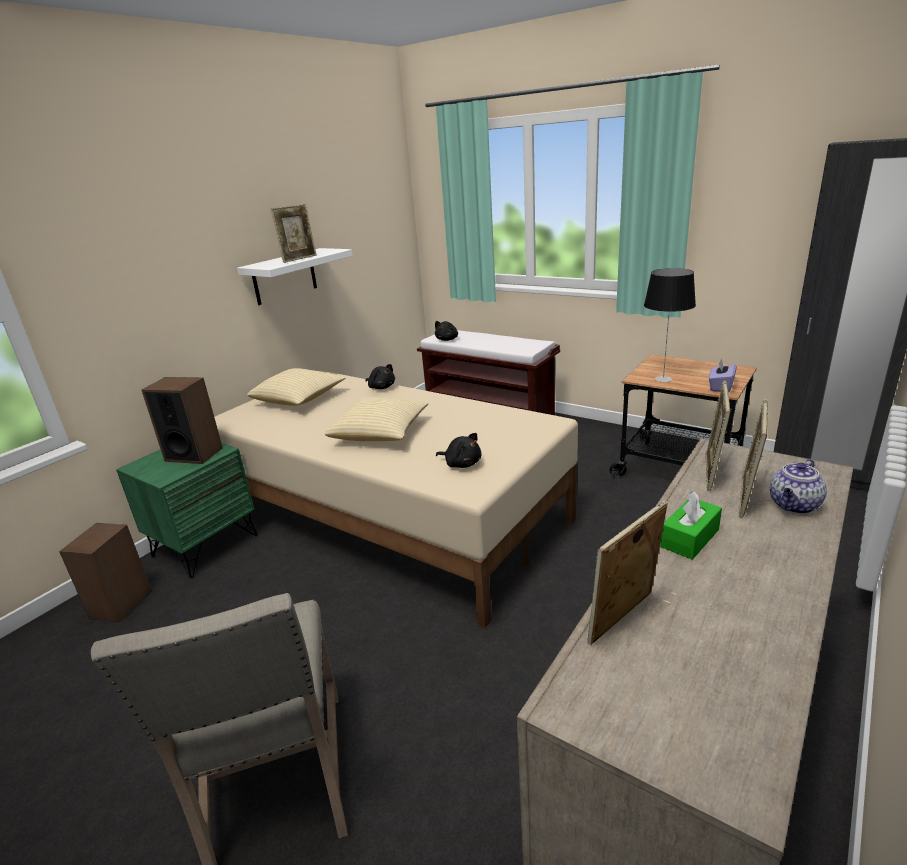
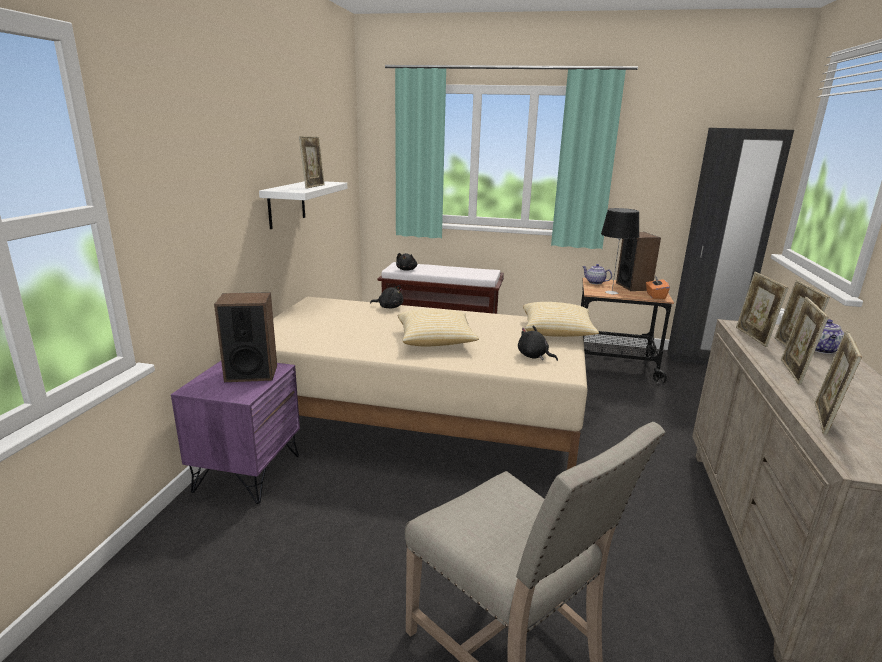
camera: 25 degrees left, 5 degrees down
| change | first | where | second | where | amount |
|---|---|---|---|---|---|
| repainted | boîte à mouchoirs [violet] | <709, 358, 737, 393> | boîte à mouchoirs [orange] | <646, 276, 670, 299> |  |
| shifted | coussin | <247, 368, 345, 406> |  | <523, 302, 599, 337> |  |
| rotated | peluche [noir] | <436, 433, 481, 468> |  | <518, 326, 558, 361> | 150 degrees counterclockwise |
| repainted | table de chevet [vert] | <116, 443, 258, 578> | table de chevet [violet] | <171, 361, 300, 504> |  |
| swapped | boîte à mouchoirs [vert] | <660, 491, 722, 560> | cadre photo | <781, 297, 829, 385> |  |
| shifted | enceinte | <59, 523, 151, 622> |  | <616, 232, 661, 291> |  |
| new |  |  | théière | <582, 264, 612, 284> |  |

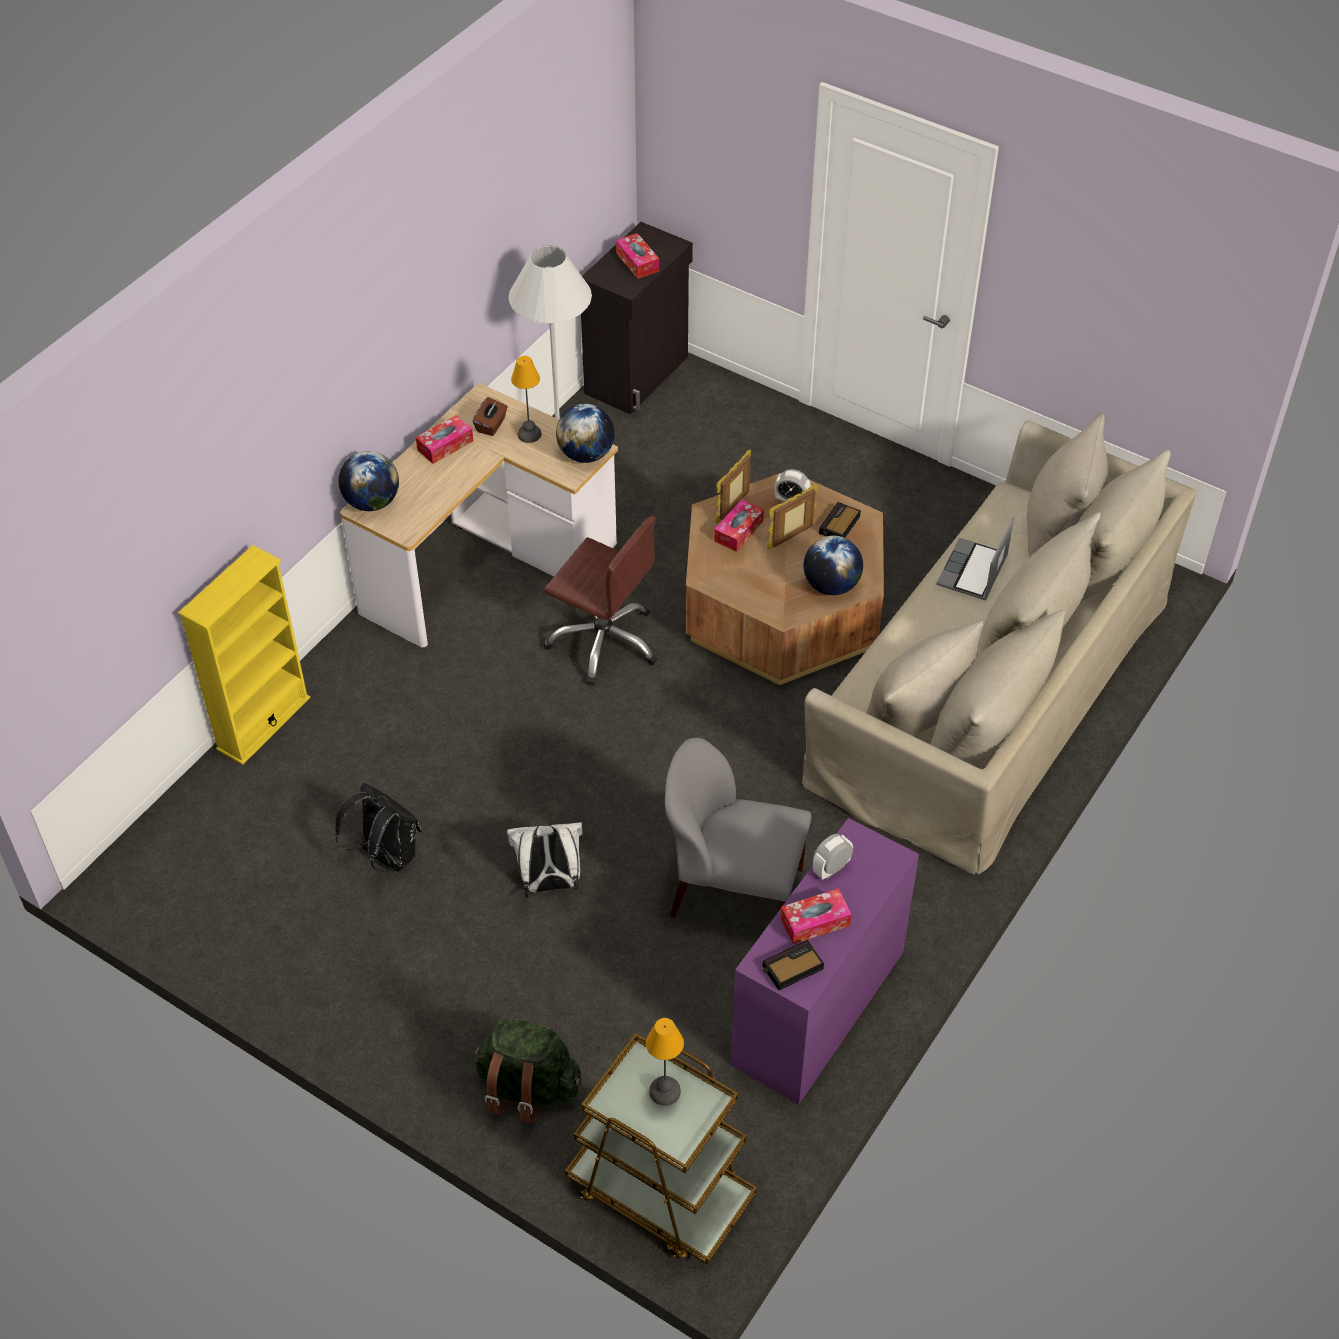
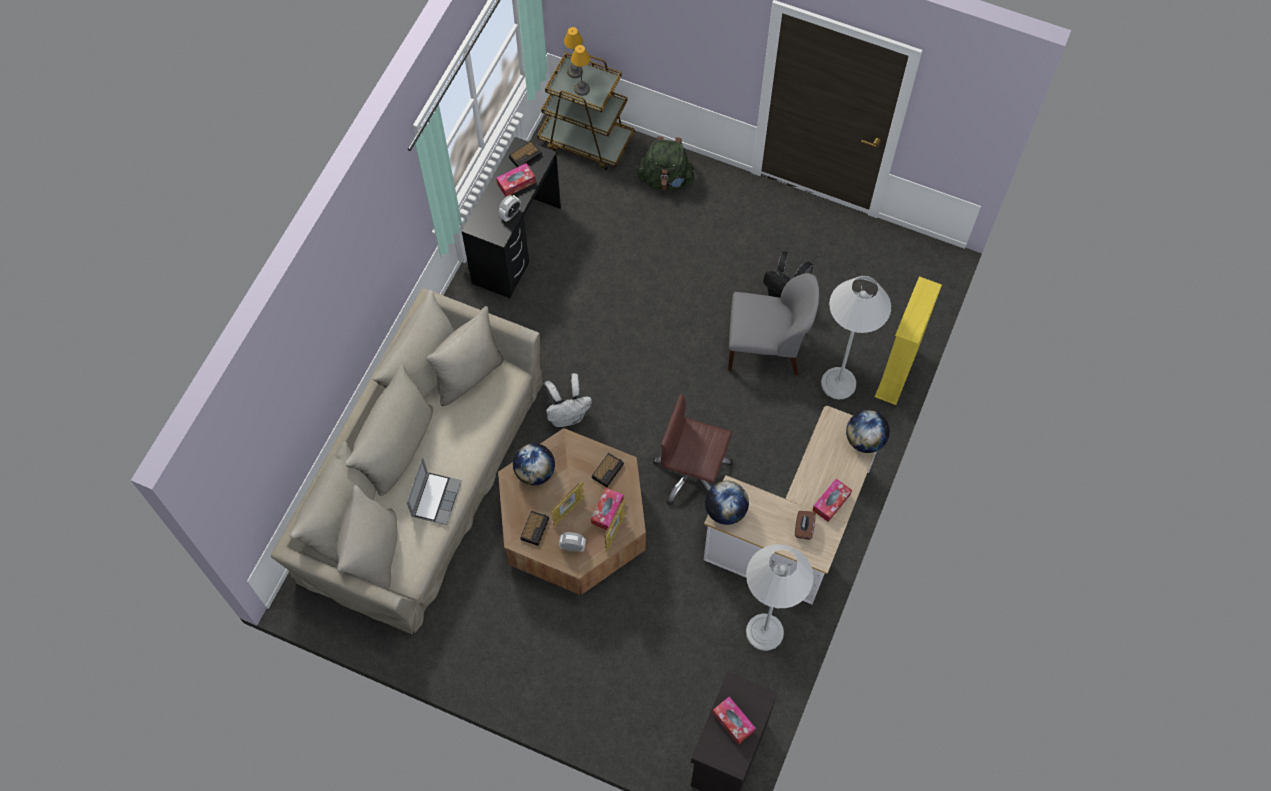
camera: 170 degrees right, 15 degrees up
| change | first | where | second | where | amount |
|---|---|---|---|---|---|
| shifted | lampe de table | <511, 356, 541, 443> |  | <564, 27, 583, 78> |  |
| shifted | chaise [gris] | <665, 738, 812, 918> |  | <728, 273, 819, 375> |  |
| repainted | bureau [violet] | <731, 818, 919, 1104> | bureau [noir] | <462, 137, 561, 298> |  |
| shifted | sac à dos [blanc] | <507, 822, 582, 898> |  | <543, 373, 592, 427> |  |
| new |  |  | lampadaire [blanc] | <821, 276, 891, 400> |  |
| new |  |  | réveil | <592, 453, 624, 487> |  |

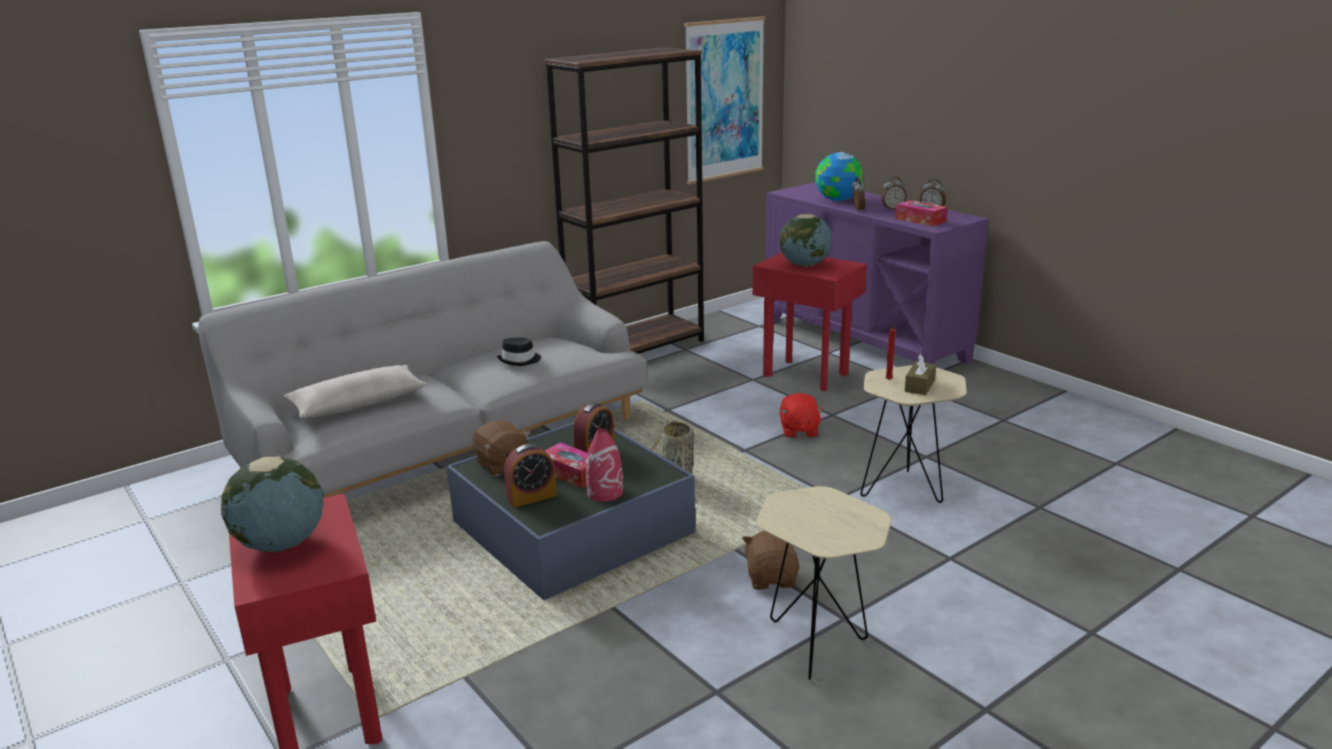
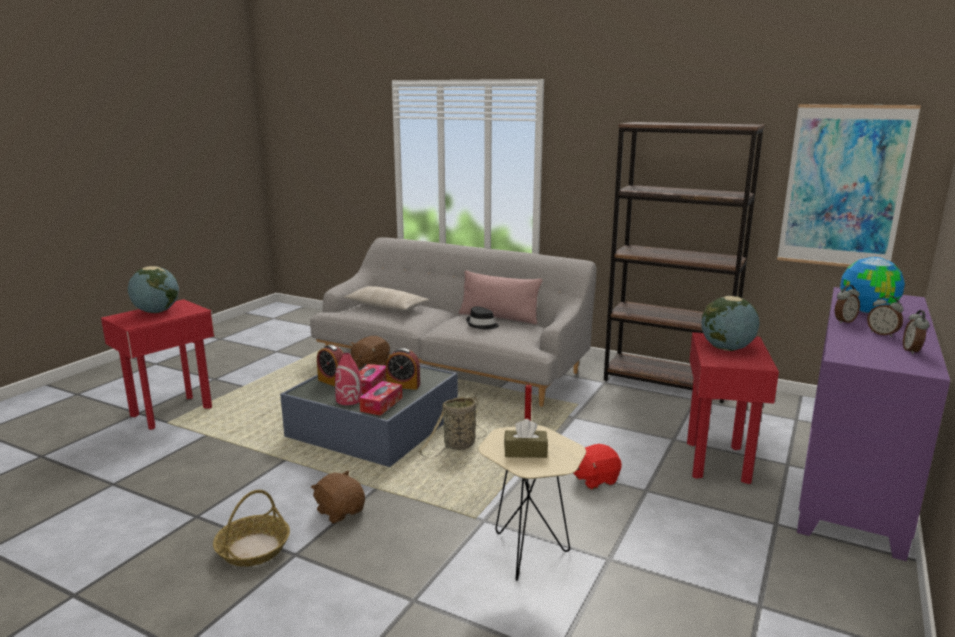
camera: 65 degrees right, 5 degrees down
| change | first | where | second | where | amount |
|---|---|---|---|---|---|
| shifted | boîte à mouchoirs | <895, 200, 948, 227> |  | <359, 381, 402, 416> |  |
| swapped | table d'appoint [beige] | <757, 486, 891, 680> | panier | <213, 490, 290, 567> |  |
| rotated | peluche [marron] | <742, 531, 799, 590> |  | <311, 471, 365, 524> | 105 degrees counterclockwise |
| new |  |  | coussin [rose] | <459, 270, 543, 324> |  |

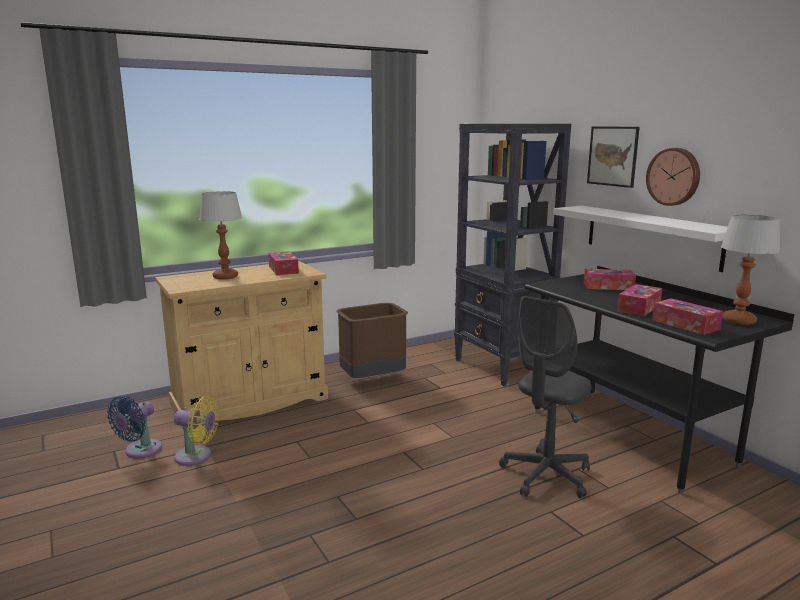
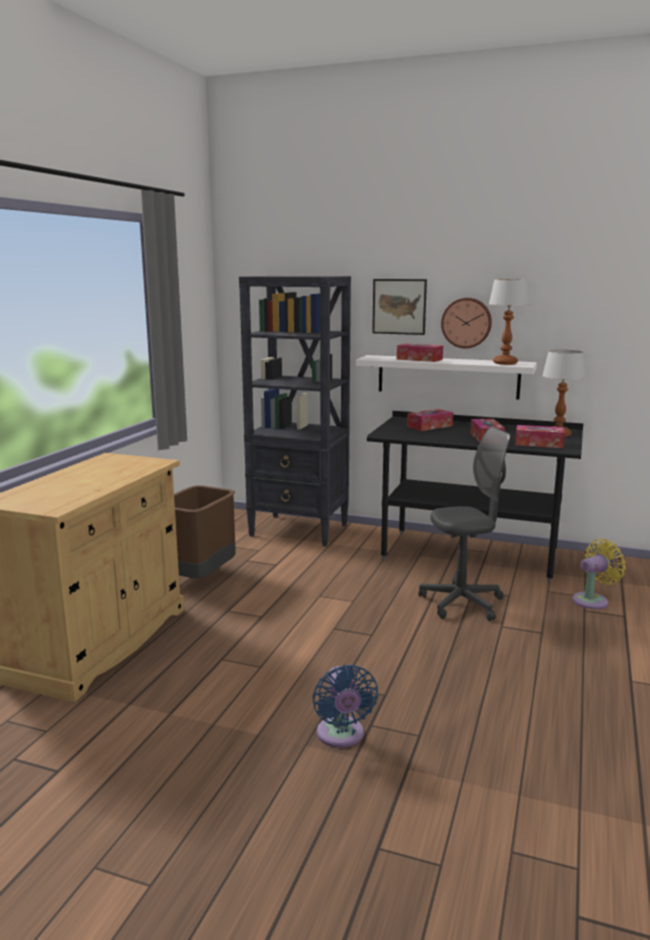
camera: 40 degrees left, 0 degrees up
| change | first | where | second | where | amount |
|---|---|---|---|---|---|
| shifted | lampe de table | <199, 191, 242, 280> |  | <489, 279, 530, 365> |  |
| shifted | boîte à mouchoirs | <268, 251, 299, 275> |  | <397, 343, 443, 362> |  |
| rotated | chaise de bureau [gris] | <499, 296, 592, 498> |  | <418, 426, 511, 621> | 105 degrees counterclockwise |
| shifted | ventilateur [bleu] | <107, 396, 162, 458> |  | <312, 665, 378, 748> |  |
| shifted | ventilateur [jaune] | <174, 396, 219, 466> |  | <572, 539, 626, 609> |  |

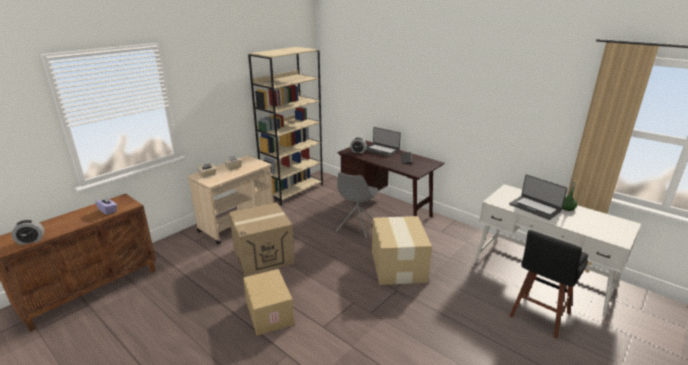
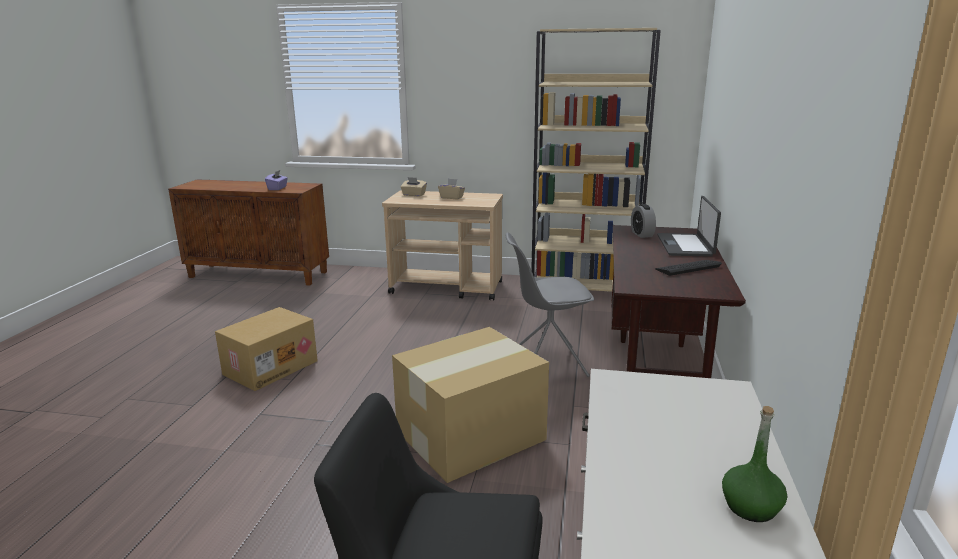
camera: 60 degrees right, 5 degrees down
| change | first | where | second | where | amount |
|---|---|---|---|---|---|
| gone | ordinateur portable | <509, 174, 568, 220> |  |  |  |
| gone | carton | <229, 202, 295, 277> |  |  |  |
| gone | réveil | <11, 220, 44, 245> |  |  |  |

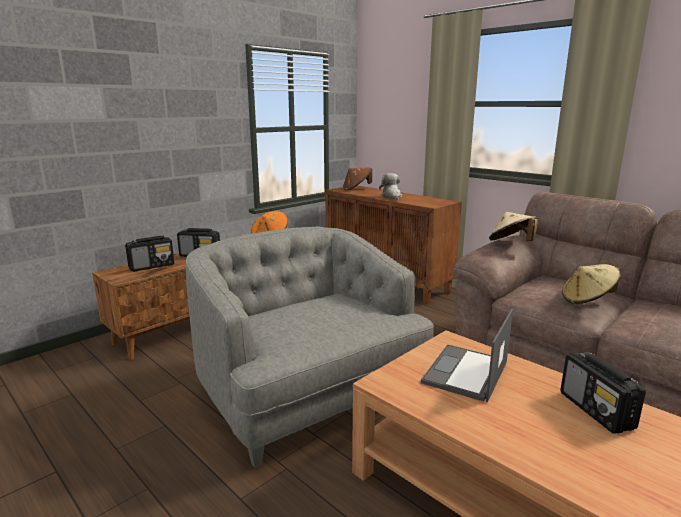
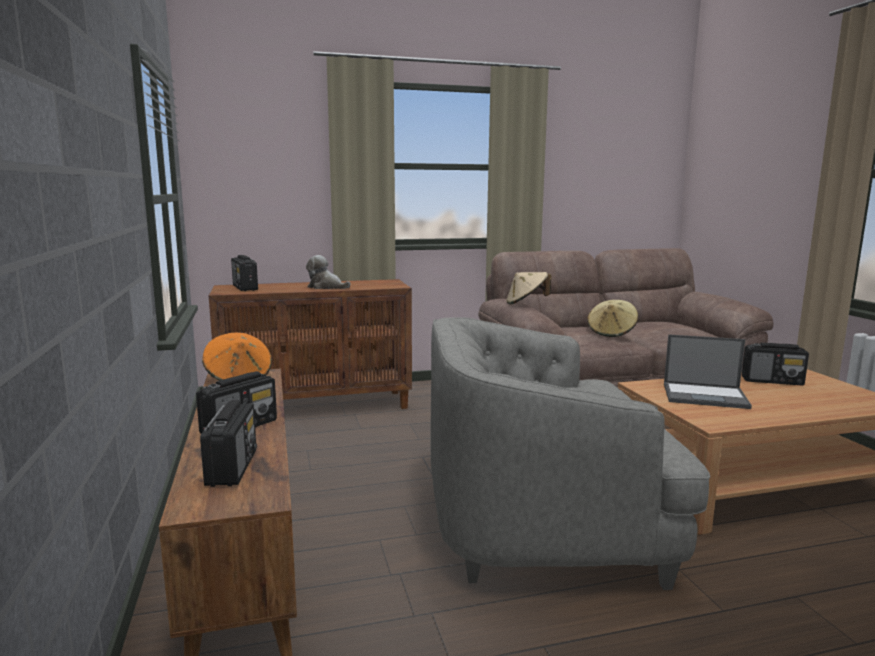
camera: 60 degrees left, 5 degrees down
| change | first | where | second | where | amount |
|---|---|---|---|---|---|
| swapped | chapeau [marron] | <343, 167, 372, 191> | radio | <231, 255, 258, 291> |  |
| rotated | ordinateur portable | <421, 309, 513, 402> |  | <664, 334, 752, 409> | 45 degrees counterclockwise |

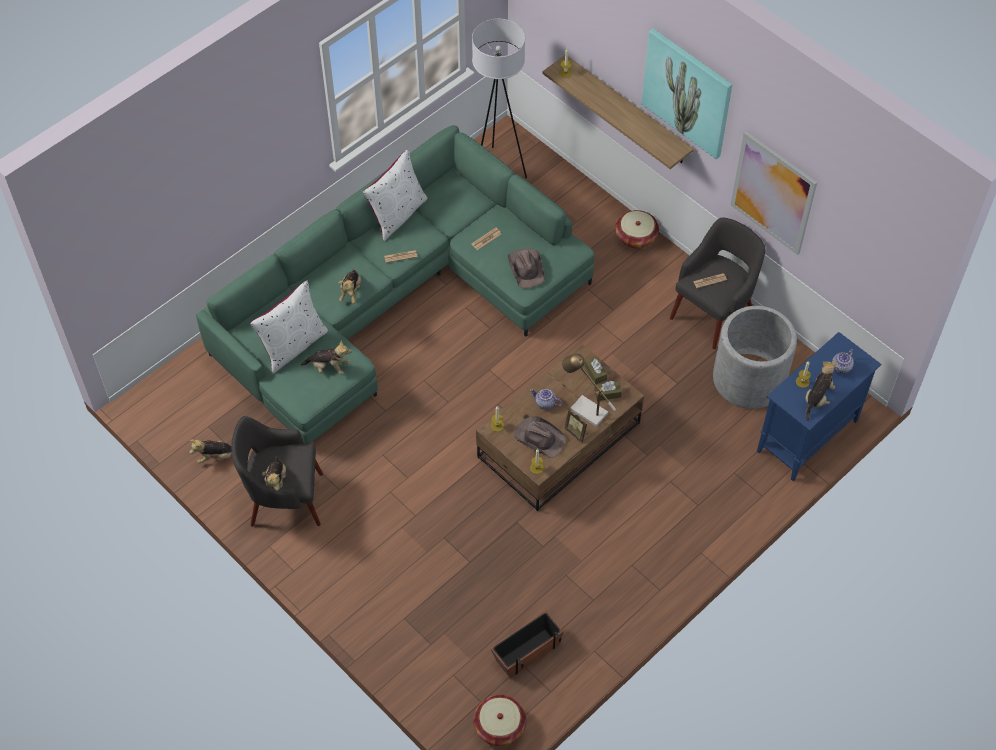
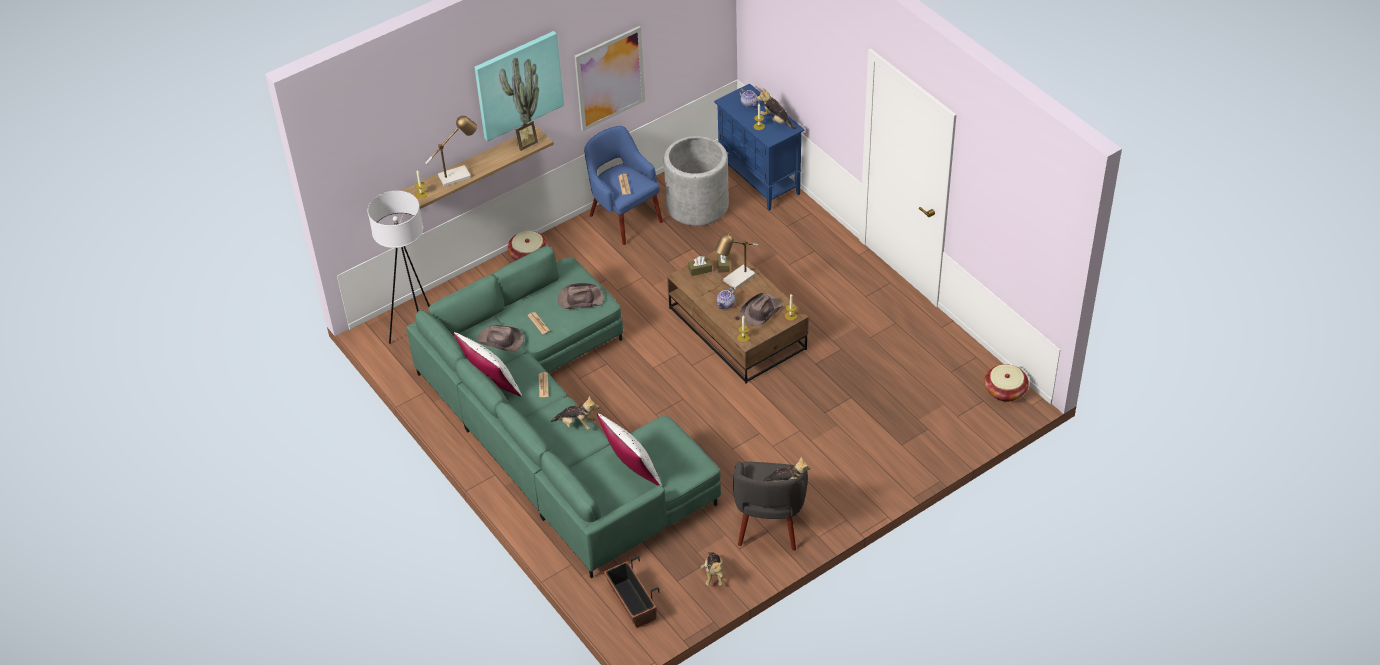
camera: 80 degrees left, 10 degrees down
| change | first | where | second | where | amount |
|---|---|---|---|---|---|
| repainted | fauteuil [gris] | <670, 217, 766, 349> | fauteuil [bleu] | <584, 126, 663, 245> |  |
| gone | peluche | <301, 341, 352, 374> |  |  |  |
| shifted | cadre photo | <564, 409, 588, 443> |  | <515, 121, 538, 151> |  |
| shifted | cache-pot | <490, 611, 563, 678> |  | <604, 557, 659, 628> |  |
| new |  |  | lampe de table | <425, 116, 477, 187> |  |
| new |  |  | chapeau [marron] | <477, 325, 524, 352> |  |

